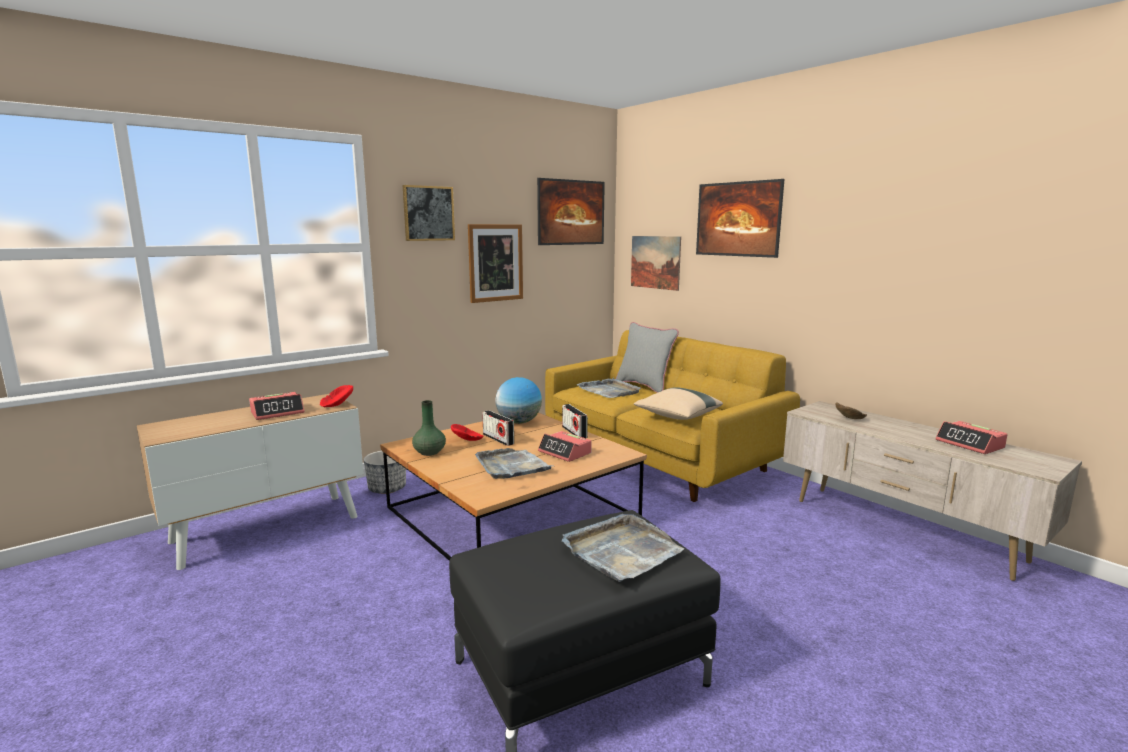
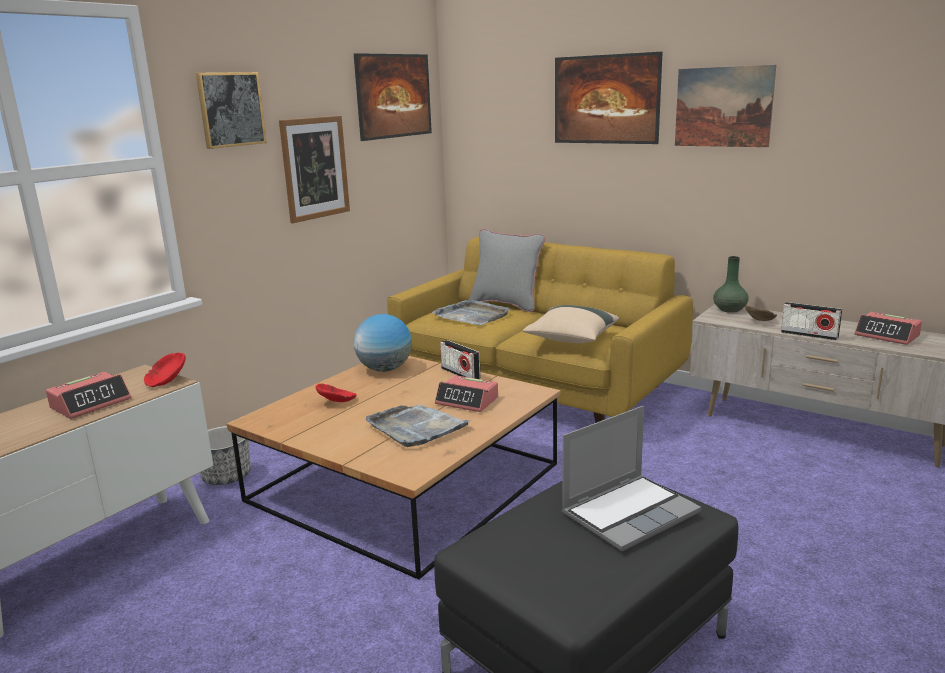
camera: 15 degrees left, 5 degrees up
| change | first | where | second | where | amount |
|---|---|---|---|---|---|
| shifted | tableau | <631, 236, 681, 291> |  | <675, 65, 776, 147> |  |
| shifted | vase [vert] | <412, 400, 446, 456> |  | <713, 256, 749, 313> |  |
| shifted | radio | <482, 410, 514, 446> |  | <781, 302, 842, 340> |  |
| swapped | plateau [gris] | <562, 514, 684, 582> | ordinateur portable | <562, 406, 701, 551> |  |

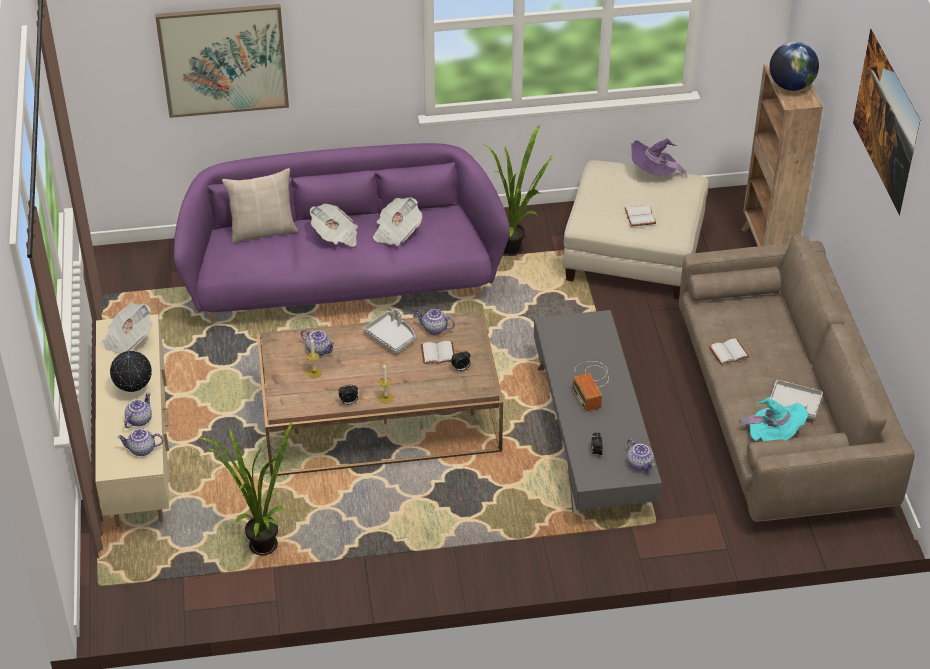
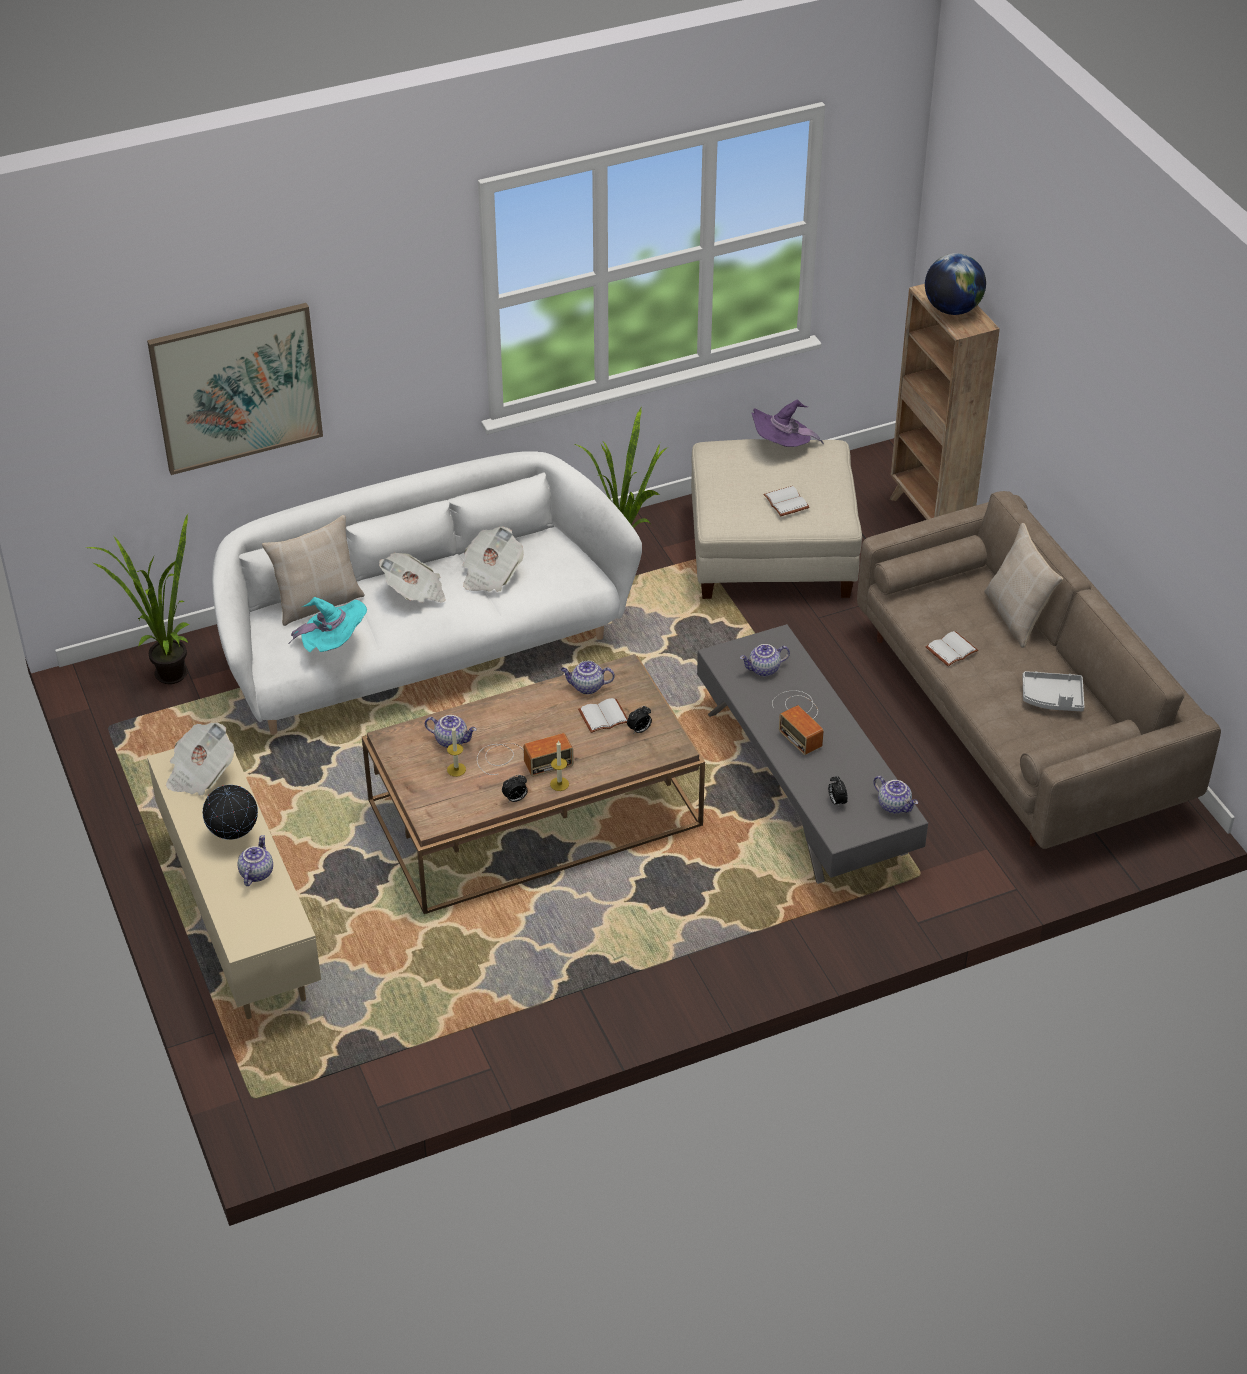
camera: 15 degrees left, 0 degrees up
| change | first | where | second | where | amount |
|---|---|---|---|---|---|
| gone | tableau | <853, 28, 920, 216> |  |  |  |
| repainted | canapé [violet] | <174, 143, 510, 324> | canapé [blanc] | <212, 451, 642, 735> |  |
| gone | plateau [gris] | <363, 309, 416, 354> |  |  |  |
| shifted | chapeau [turquoise] | <736, 397, 808, 441> |  | <289, 597, 367, 652> |  |
| shifted | plante en pot | <199, 421, 293, 556> |  | <87, 514, 190, 684> |  |
| shifted | théière | <117, 429, 163, 456> |  | <740, 644, 790, 676> |  |
| new |  |  | coussin [beige] | <984, 523, 1063, 648> |  |
| new |  |  | radio | <477, 733, 573, 777> |  |

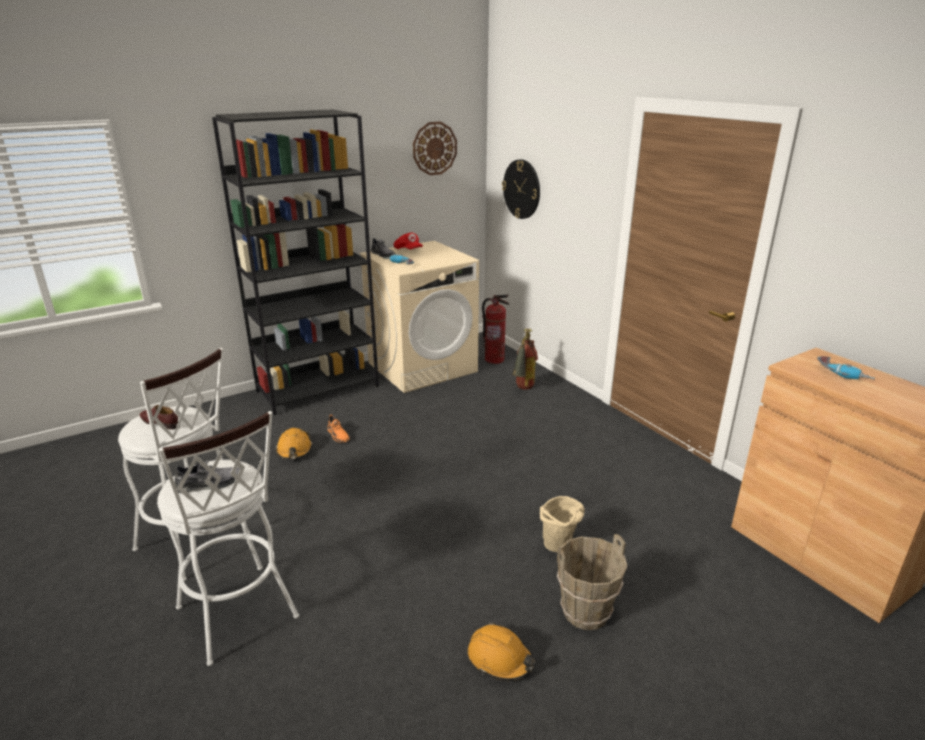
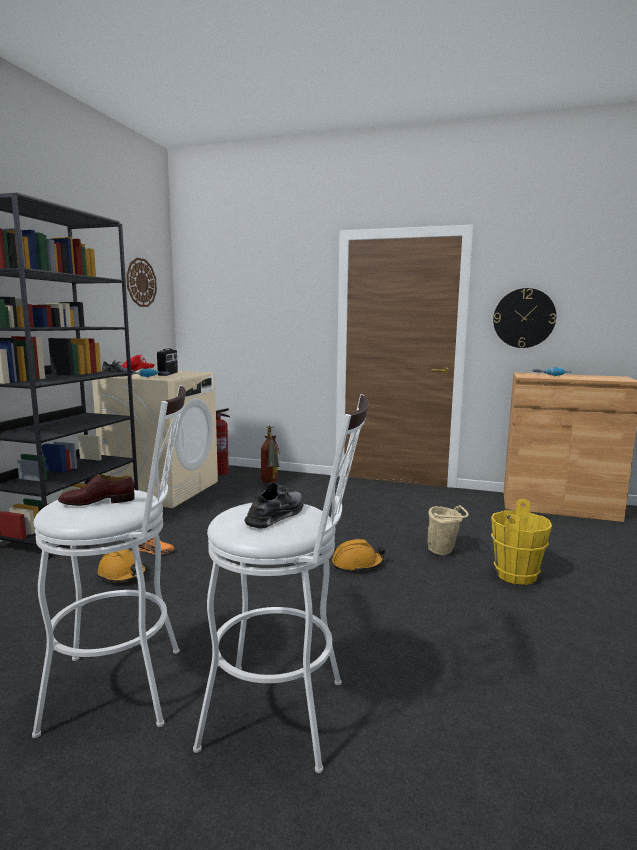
camera: 40 degrees left, 15 degrees down
| change | first | where | second | where | amount |
|---|---|---|---|---|---|
| shifted | horloge murale | <502, 159, 540, 219> |  | <493, 288, 556, 348> |  |
| repainted | seau [marron] | <557, 534, 627, 630> | seau [jaune] | <491, 499, 552, 585> |  |
| shifted | casque de chantier [orange] | <468, 623, 536, 681> |  | <332, 539, 386, 573> |  |
| new |  |  | radio | <157, 349, 178, 376> |  |

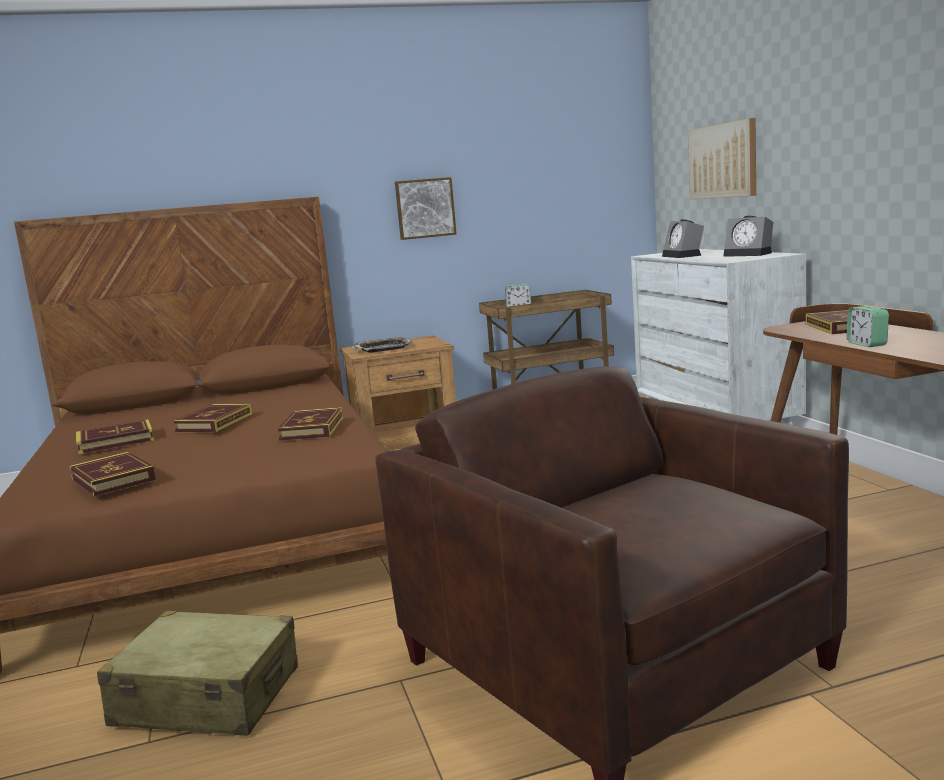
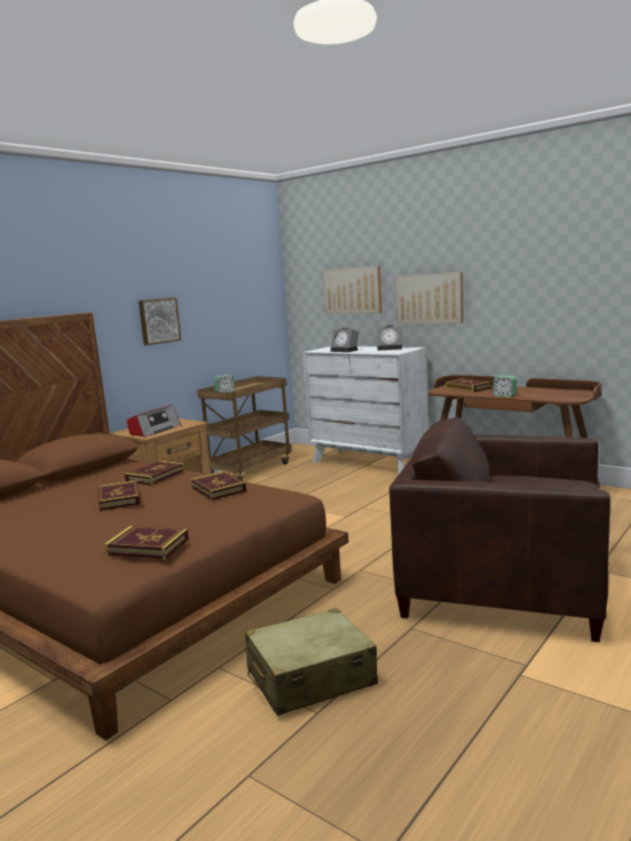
camera: 35 degrees left, 0 degrees up
| change | first | where | second | where | amount |
|---|---|---|---|---|---|
| swapped | plateau | <352, 337, 413, 353> | radio | <127, 405, 181, 437> |  |
| shifted | livre | <76, 419, 154, 454> |  | <124, 460, 185, 485> |  |
| new |  |  | tableau | <395, 272, 463, 324> |  |

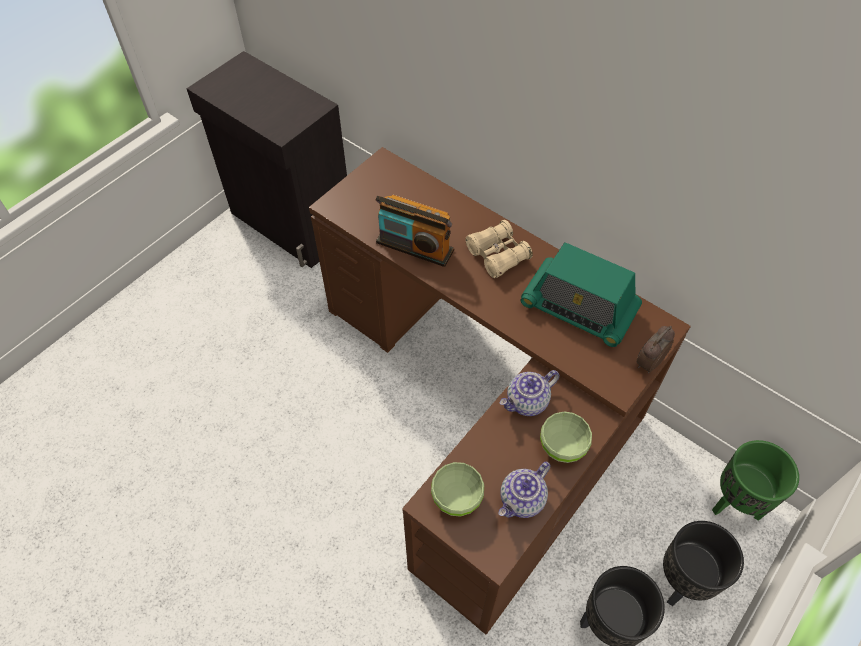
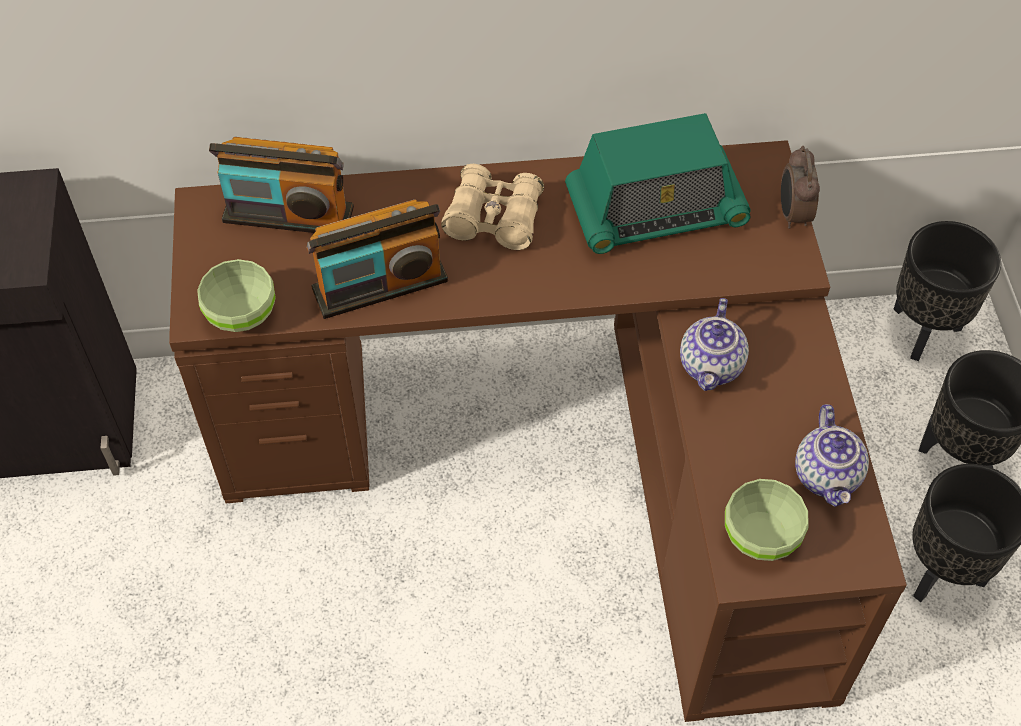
camera: 45 degrees left, 0 degrees up
| change | first | where | second | where | amount |
|---|---|---|---|---|---|
| shifted | bol [vert] | <540, 411, 592, 463> |  | <197, 259, 276, 332> |  |
| repainted | cache-pot [vert] | <712, 440, 799, 521> | cache-pot [noir] | <893, 221, 1001, 361> |  |
| new |  |  | radio | <209, 137, 354, 233> |  |

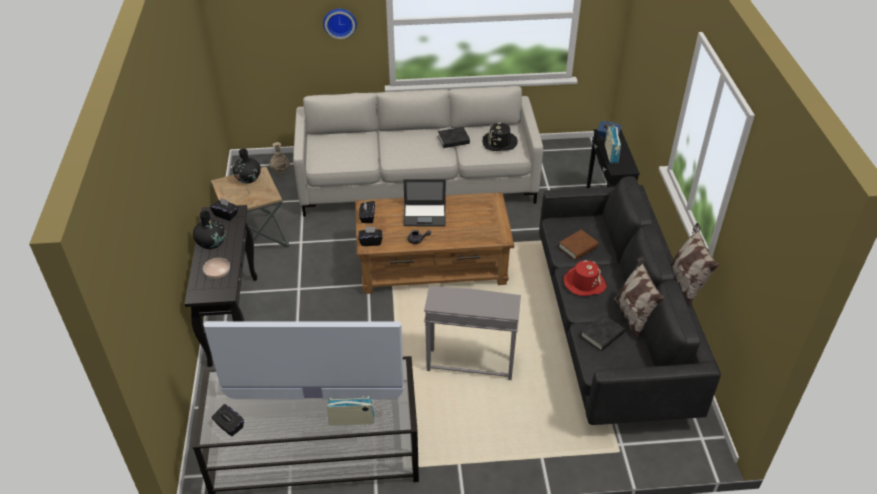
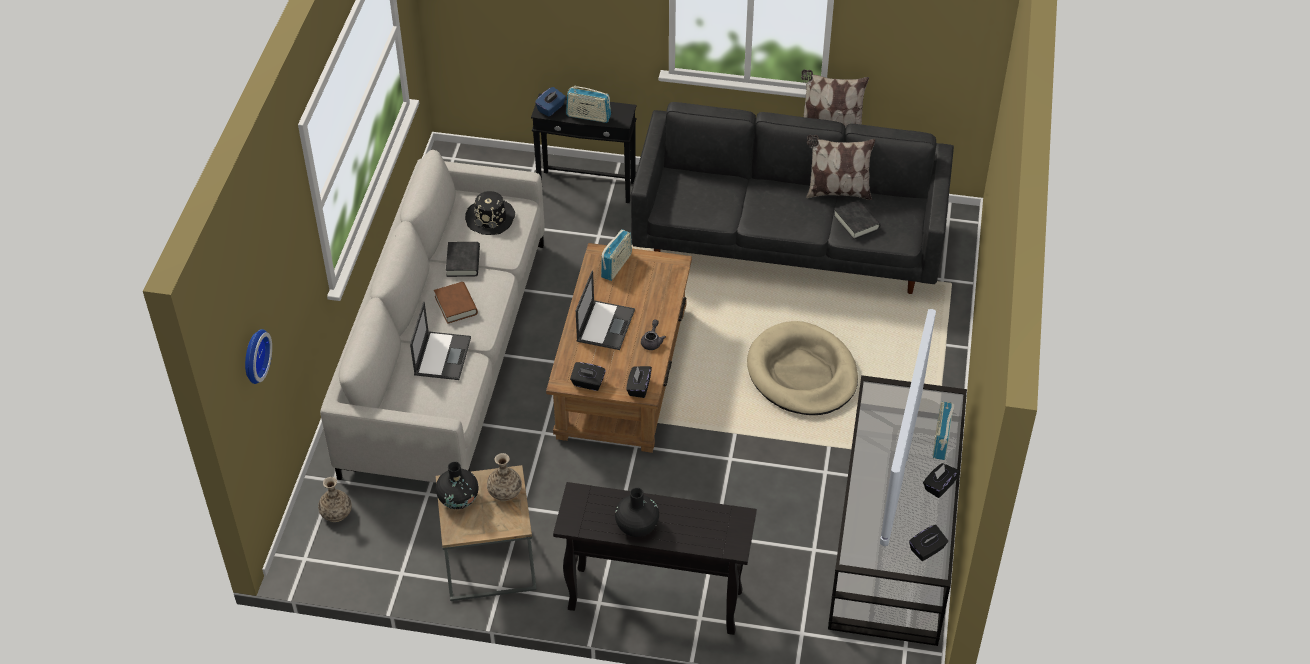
camera: 75 degrees left, 5 degrees up
| change | first | where | second | where | amount |
|---|---|---|---|---|---|
| shifted | horloge murale | <323, 9, 357, 39> |  | <245, 329, 272, 384> |  |
| shifted | boîte à mouchoirs [noir] | <210, 197, 238, 221> |  | <923, 463, 959, 498> |  |
| shifted | livre [marron] | <559, 229, 599, 260> |  | <434, 282, 478, 324> |  |
| gone | bol | <203, 258, 230, 279> |  |  |  |
| gone | chapeau [rouge] | <564, 260, 607, 296> |  |  |  |
| swapped | table d'appoint [gris] | <424, 286, 521, 380> | panier pour chien [beige] | <747, 321, 858, 415> |  |
| new |  |  | radio | <601, 229, 632, 281> |  |
| new |  |  | ordinateur portable | <410, 302, 471, 380> |  |
| new |  |  | vase | <487, 453, 522, 501> |  |

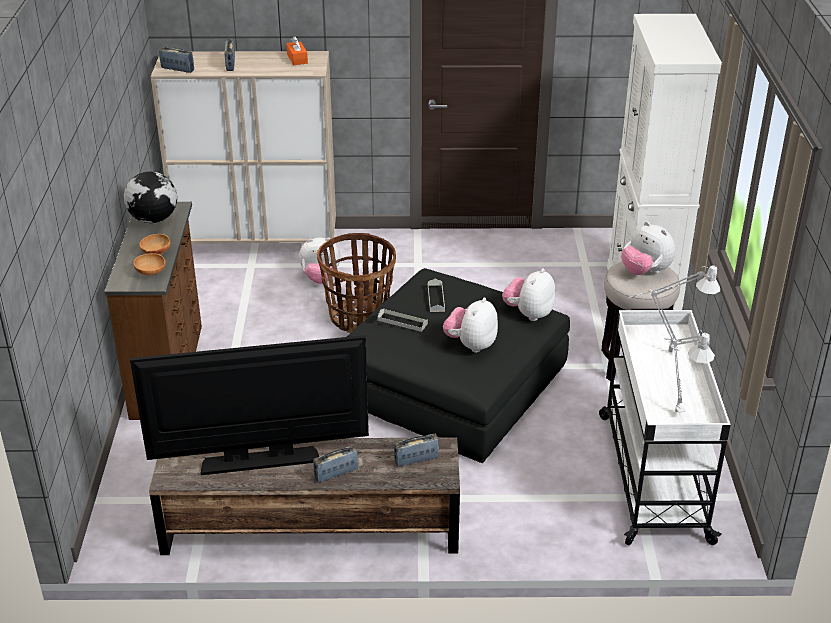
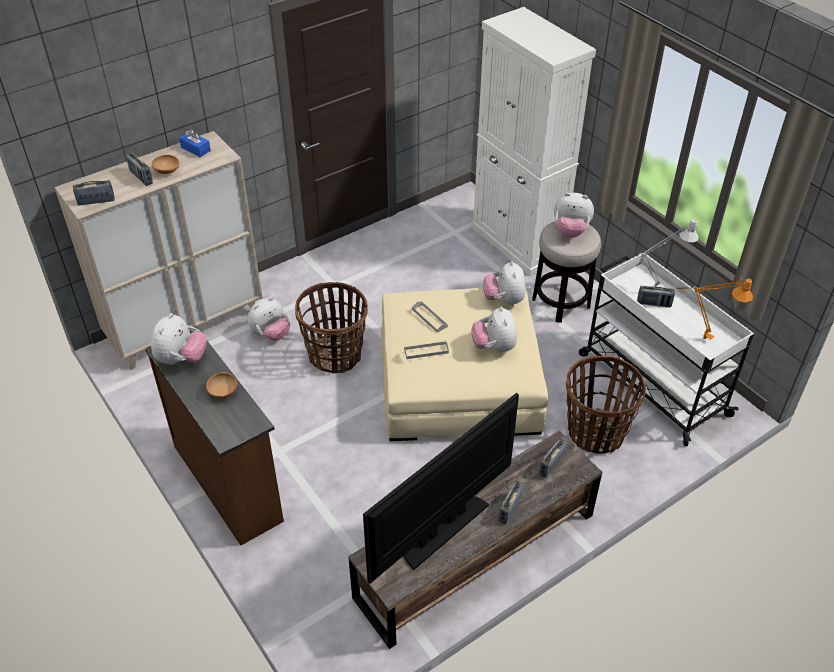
camera: 35 degrees left, 10 degrees up
| change | first | where | second | where | amount |
|---|---|---|---|---|---|
| repainted | boîte à mouchoirs [orange] | <286, 36, 308, 65> | boîte à mouchoirs [bleu] | <179, 129, 211, 157> |  |
| swapped | globe | <124, 172, 177, 223> | peluche | <151, 313, 207, 365> |  |
| shifted | bol [marron] | <133, 253, 166, 275> |  | <152, 155, 179, 174> |  |
| repainted | pouf [noir] | <347, 268, 570, 463> | pouf [beige] | <381, 288, 548, 441> |  |
| repainted | lampe de table [gris] | <664, 330, 715, 415> | lampe de table [orange] | <676, 278, 753, 340> |  |
| new |  |  | radio | <637, 286, 675, 307> |  |
| new |  |  | panier | <566, 355, 646, 454> |  |

